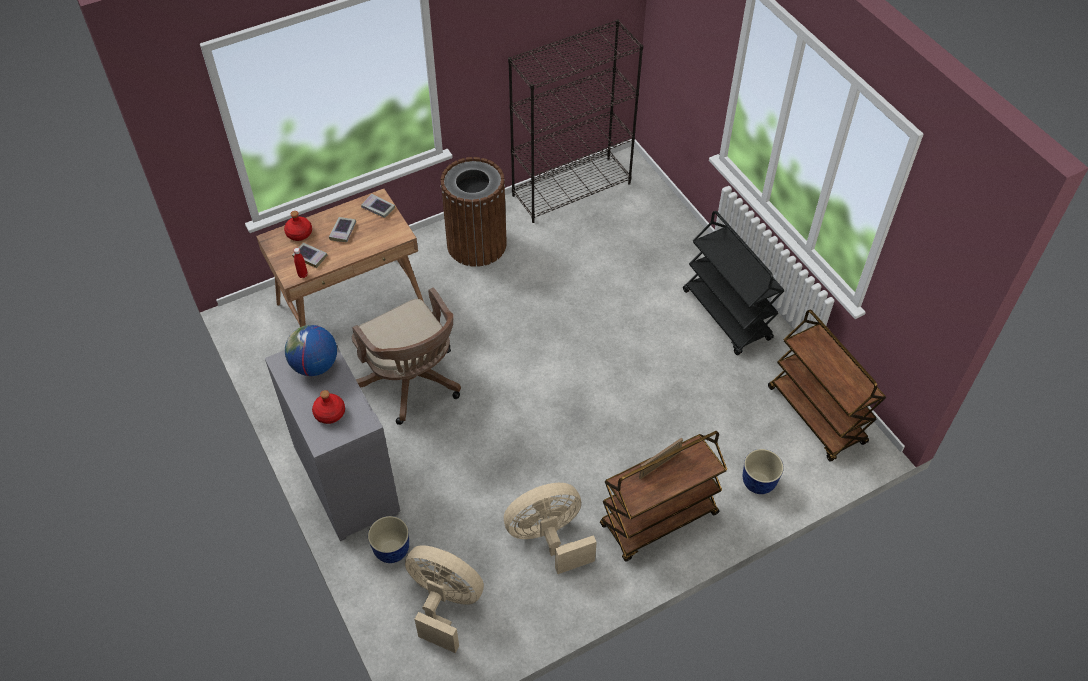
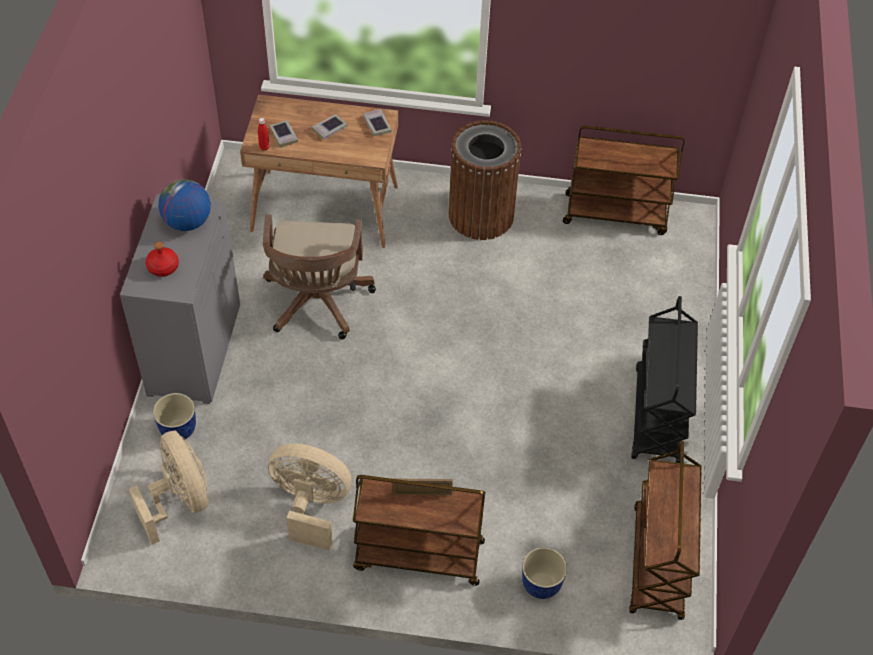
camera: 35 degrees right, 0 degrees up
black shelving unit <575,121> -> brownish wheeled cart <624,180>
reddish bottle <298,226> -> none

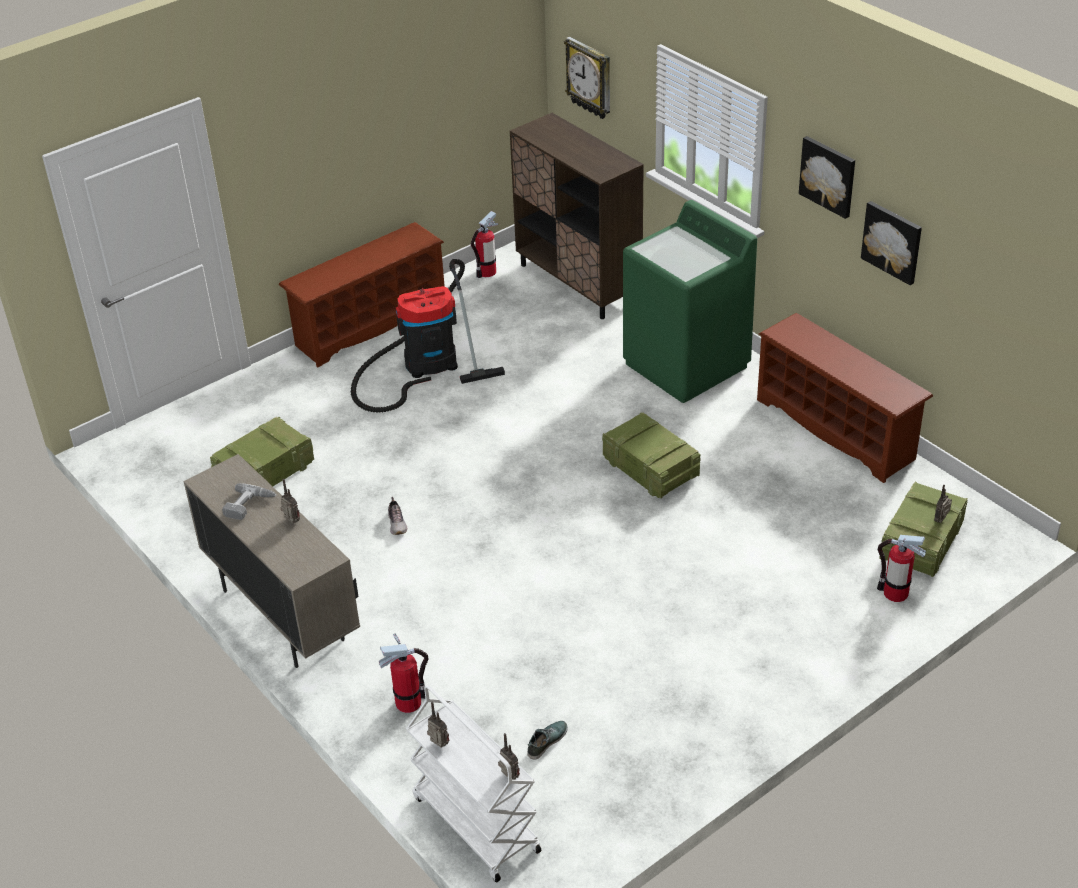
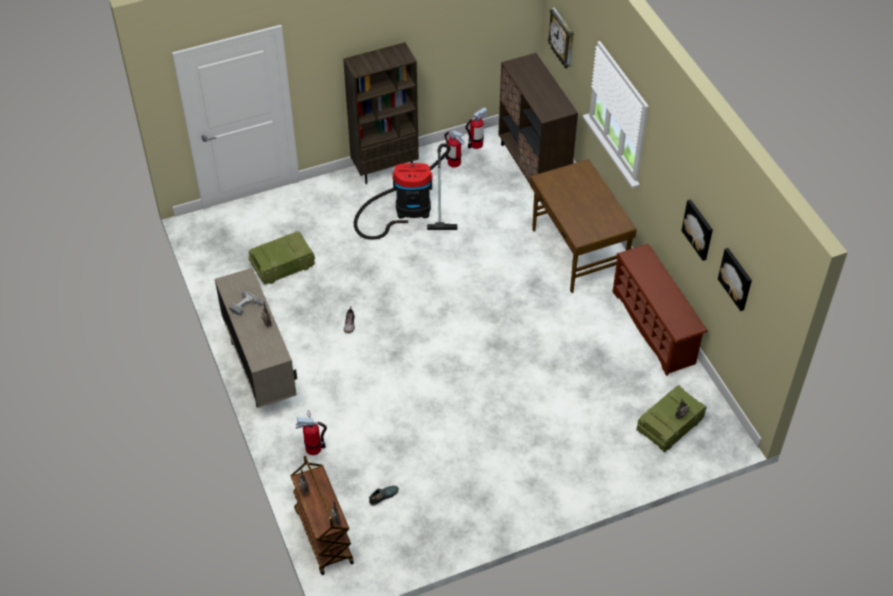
camera: 15 degrees right, 10 degrees up
white wheeled cart <474,783> -> brownish wheeled cart <322,515>
brownish shoe rack <362,294> -> brownish shelving unit <381,113>
fire extinguisher <901,568> -> fire extinguisher <454,149>, relocated
green laundry appliance <690,301> -> brownish desk table <583,226>
wall picture <827,177> -> wall picture <735,279>, relocated
shipping crate <651,455> -> none

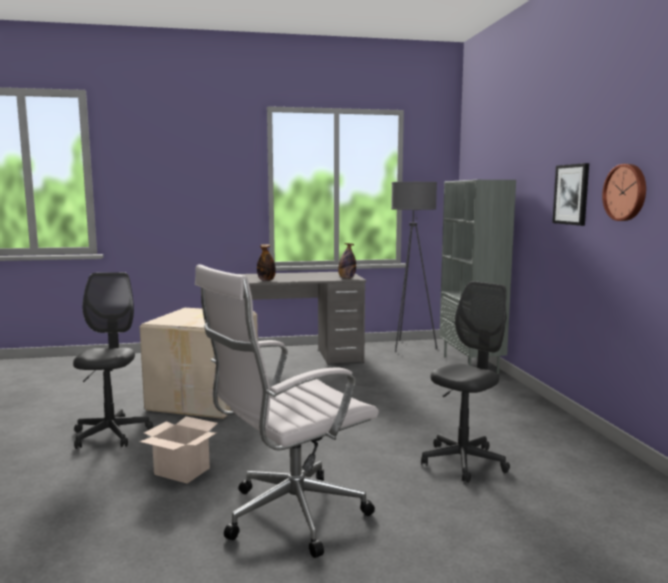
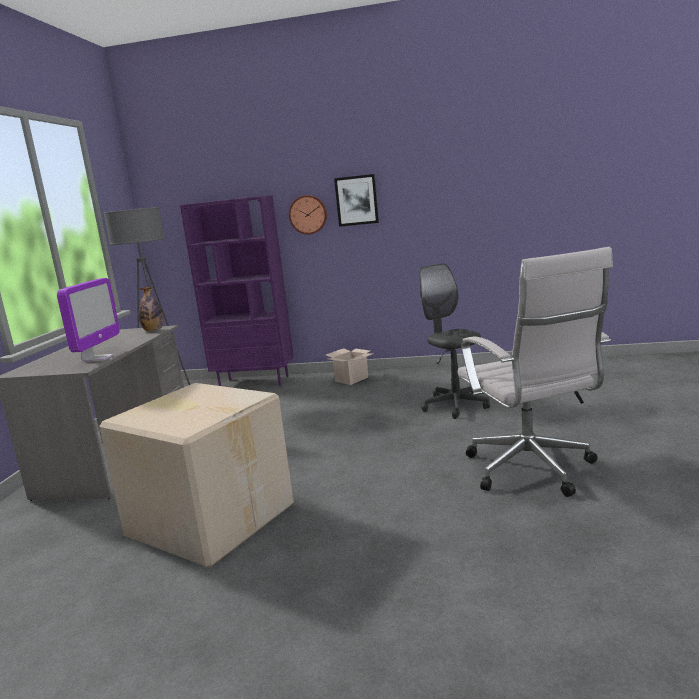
camera: 70 degrees left, 5 degrees up
bottle <266,262> -> monitor <88,320>
gray shelving unit <477,277> -> purple-coloured shelving unit <237,290>
hanging clock <624,192> -> hanging clock <308,215>, relocated
cardboard box <178,449> -> cardboard box <349,366>, relocated
gray desk chair <113,360> -> none

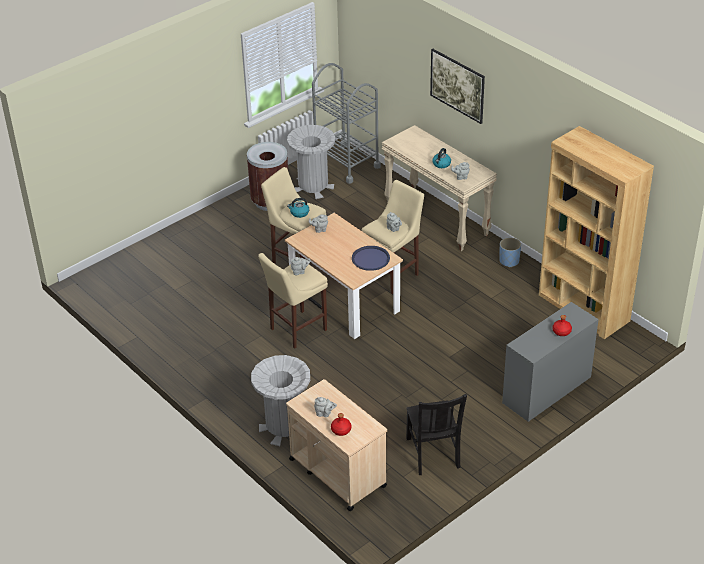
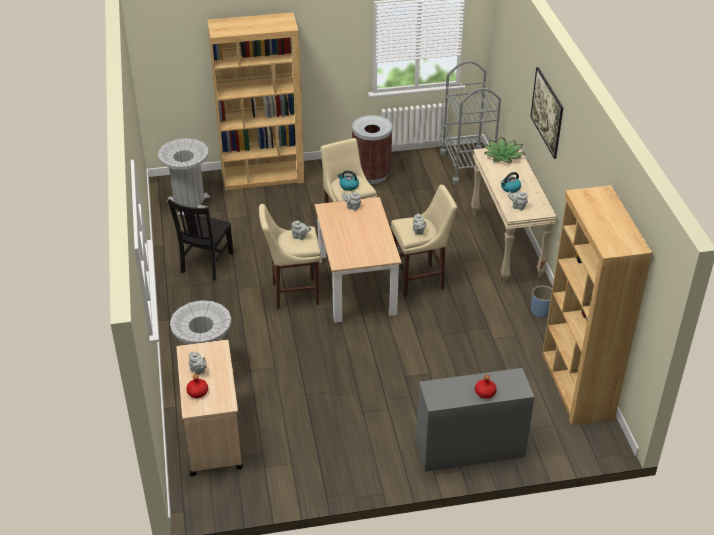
camera: 30 degrees right, 0 degrees up
gray waste bin <311,162> -> gray waste bin <184,176>, relocated
black plain chair <436,434> -> black plain chair <200,239>, relocated
none -> brownish shelving unit <255,101>
none -> houseplant <504,150>
bluish tray <371,258> -> none

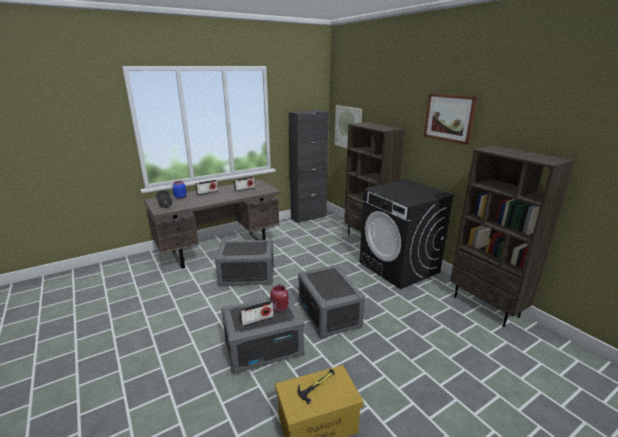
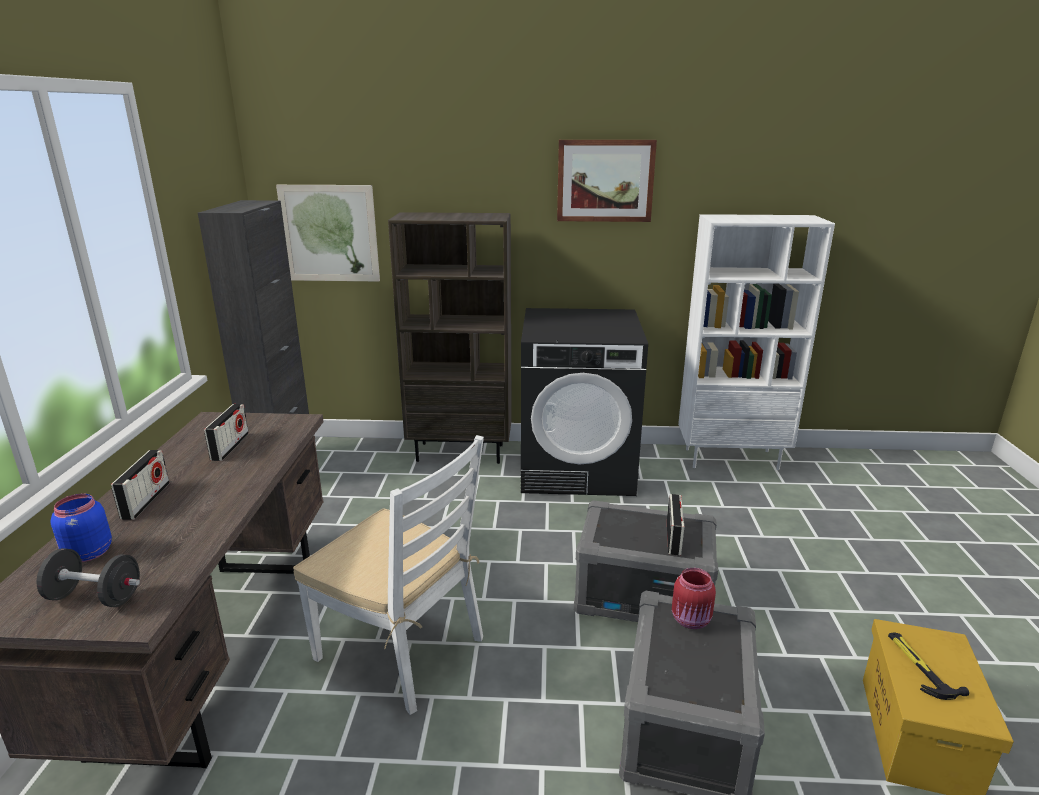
camera: 55 degrees left, 0 degrees up
gray storage container <244,262> -> white plain chair <388,575>
radio receiver <256,313> -> radio receiver <675,524>, relocated
brownish shelving unit <512,236> -> white shelving unit <756,342>

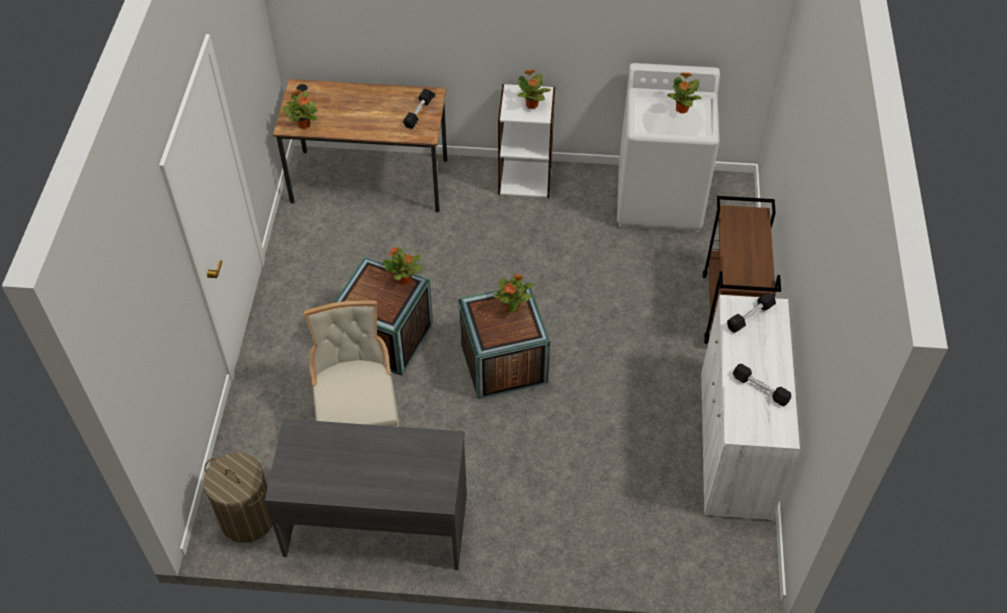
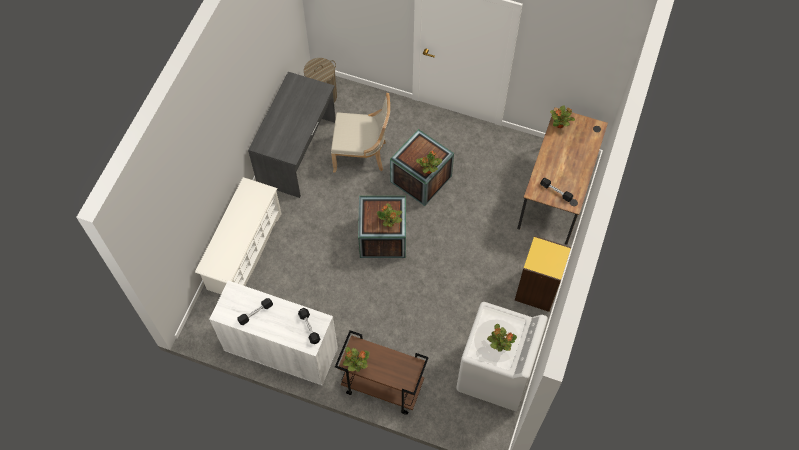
camera: 105 degrees right, 10 degrees up
none -> white shoe rack <238,235>
houseplant <534,89> -> houseplant <356,359>, relocated
white shelving unit <526,141> -> yellow-coloured shelving unit <543,274>

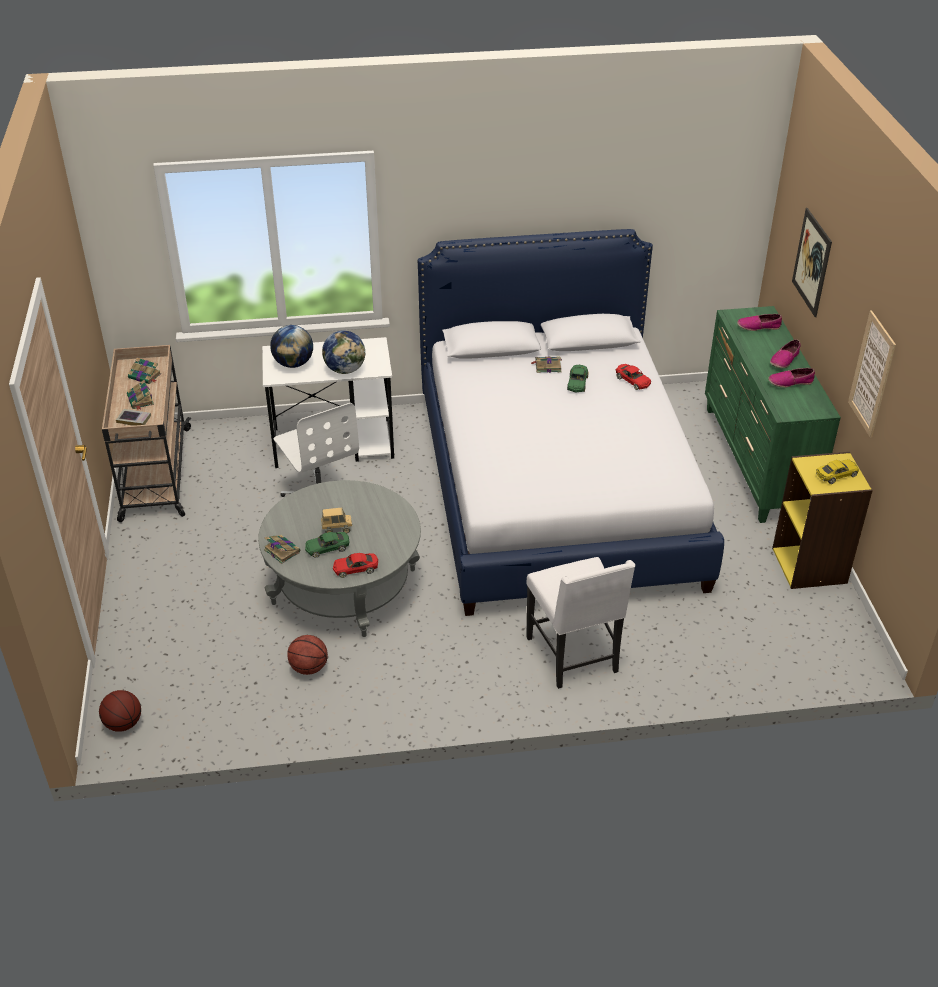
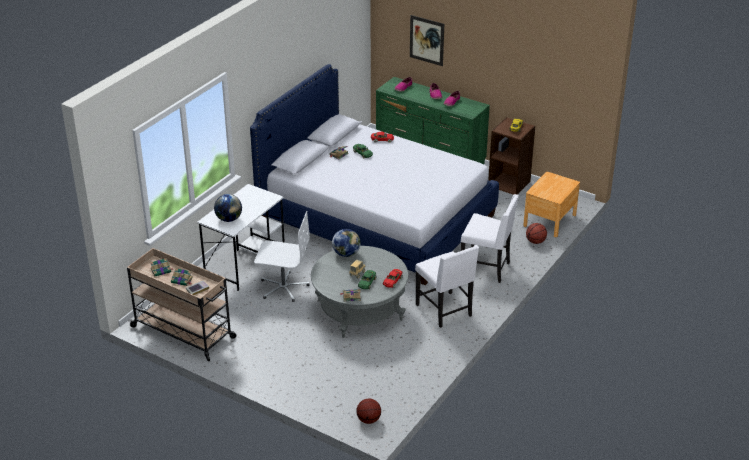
camera: 50 degrees left, 5 degrees down
world globe <343,352> -> world globe <346,243>, relocated
none -> white plain chair <447,286>
yellow-coloured shelving unit <822,520> -> brownish shelving unit <511,156>
none -> brownish bedside table <551,204>
basketball <307,655> -> basketball <536,233>, relocated
wall picture <872,374> -> none

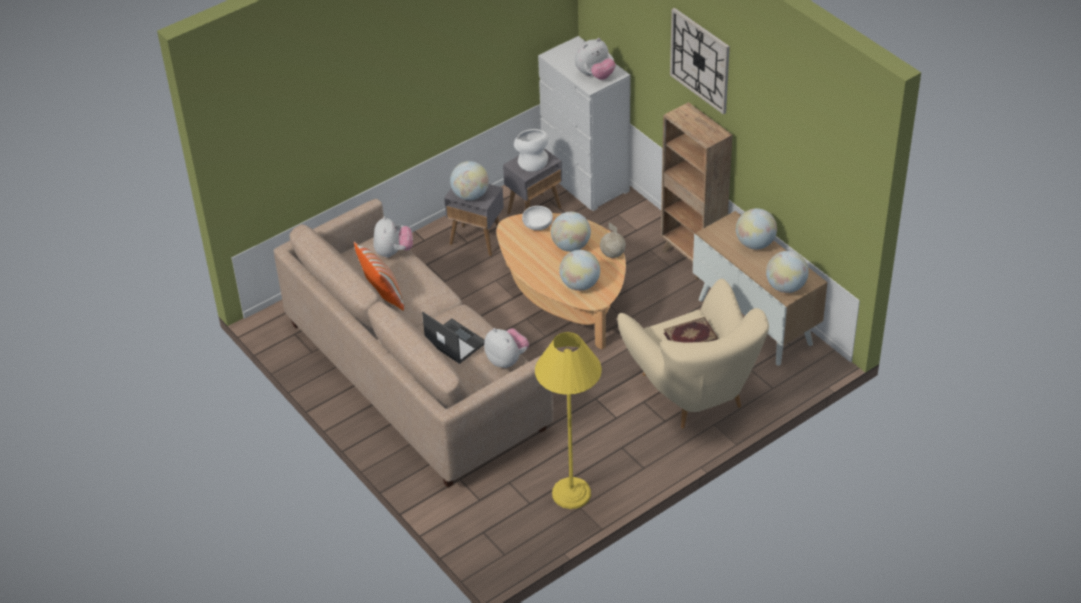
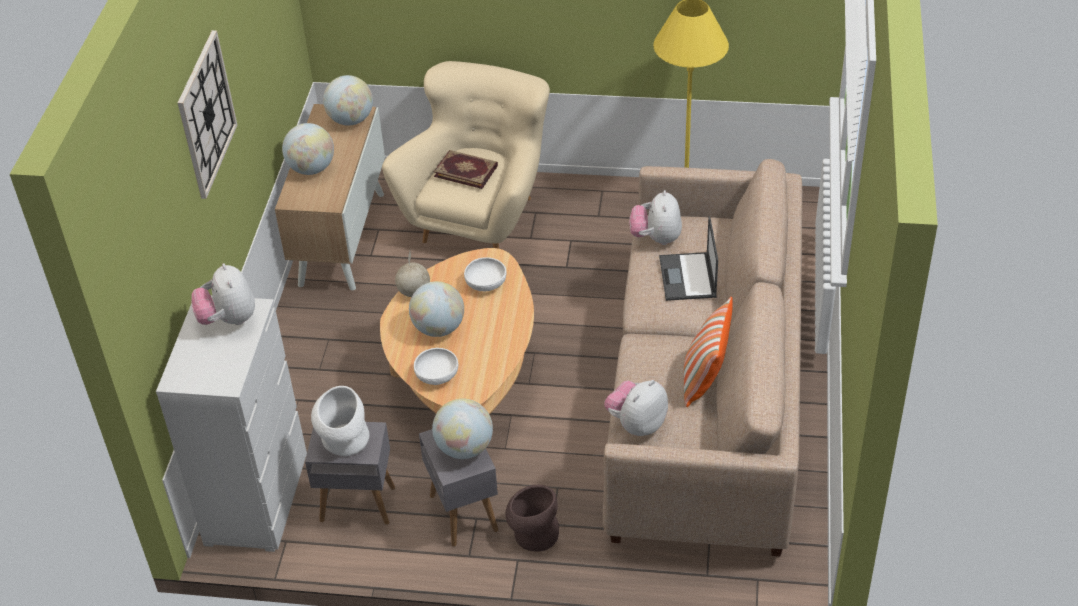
camera: 135 degrees left, 0 degrees up
plush toy <595,59> -> plush toy <223,294>, 120 degrees counterclockwise
world globe <579,270> -> white bowl <485,274>
none -> brownish flower vase <532,518>
brownish shelving unit <697,191> -> none

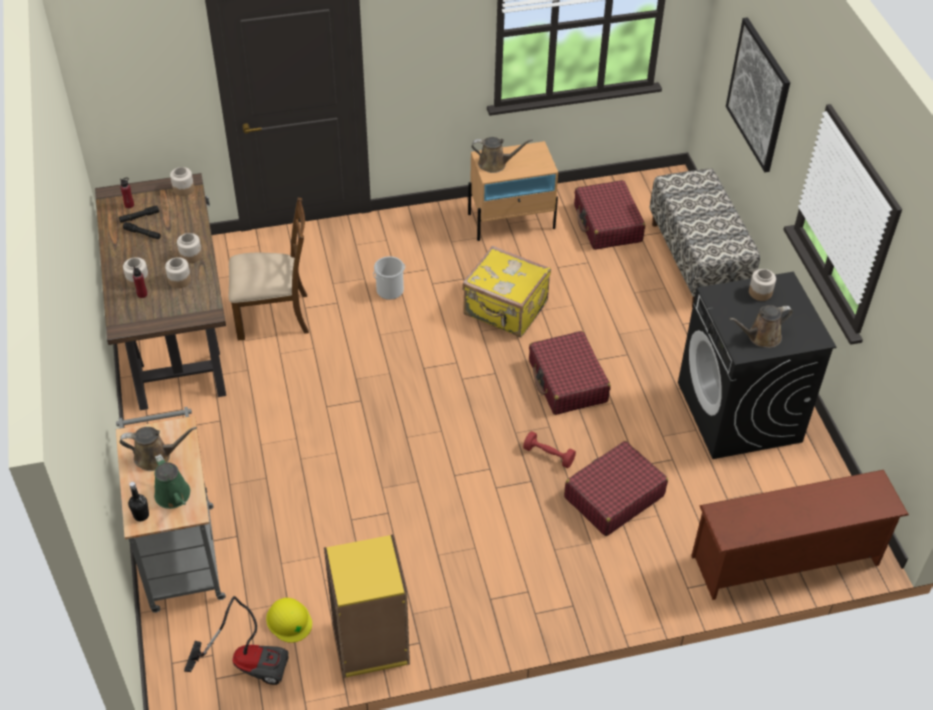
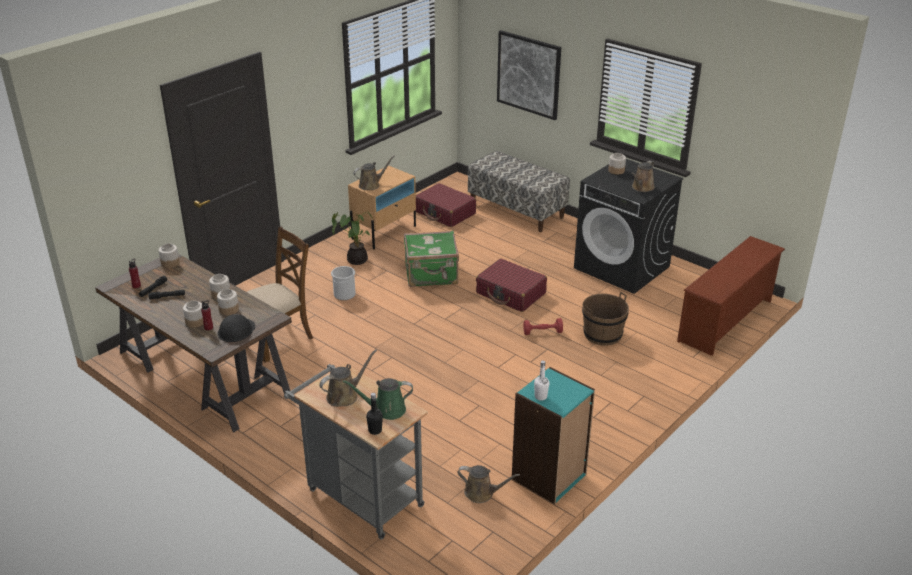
camera: 35 degrees left, 15 degrees down
none -> black safety helmet <236,328>
none -> houseplant <352,238>
green sprinkling can <172,481> -> green sprinkling can <378,399>, 150 degrees clockwise
yellow-coloured travel case <506,291> -> green travel case <431,259>
yellow-coloured safety helmet <289,620> -> brownish sprinkling can <488,484>
yellow-coloured shelving unit <367,606> -> turquoise shelving unit <553,435>
none -> white bottle <541,381>
reddish travel case <616,488> -> brownish bucket <605,319>
hoover <236,640> -> none

